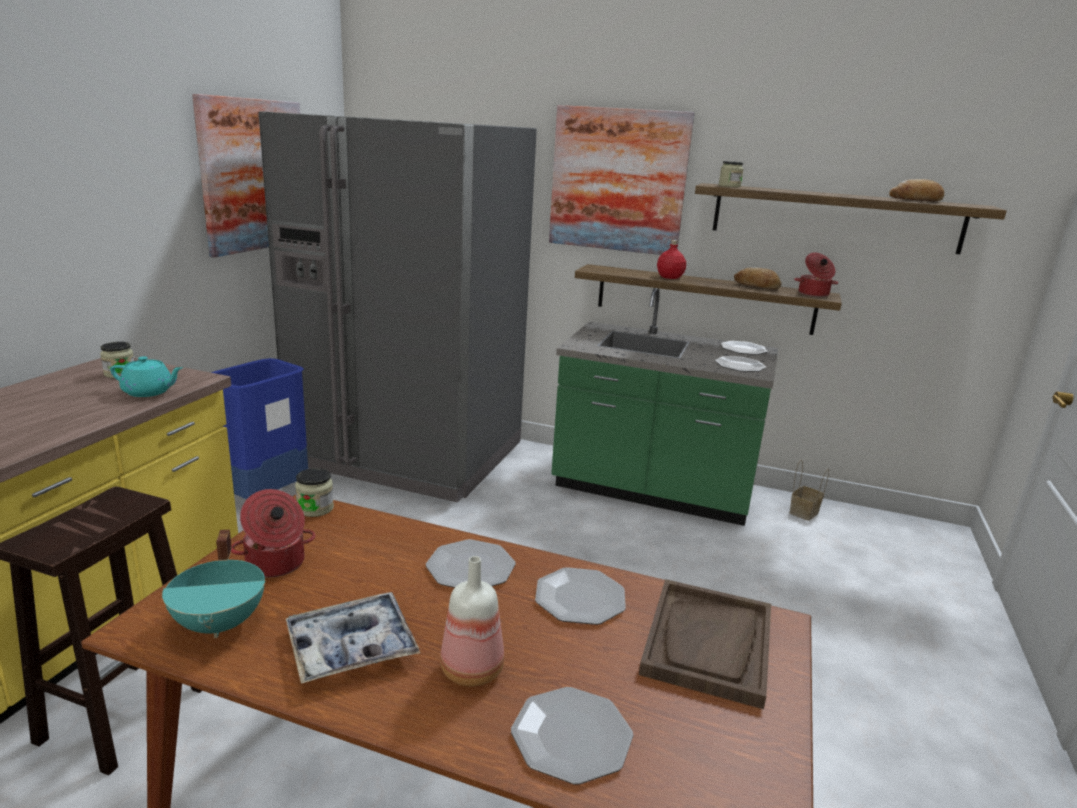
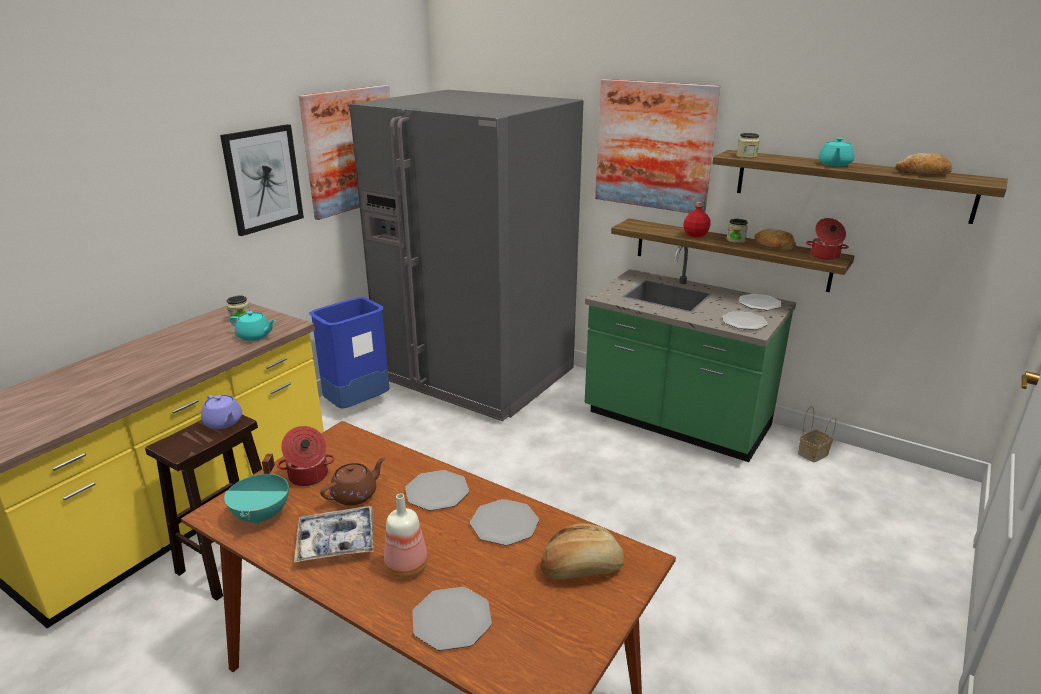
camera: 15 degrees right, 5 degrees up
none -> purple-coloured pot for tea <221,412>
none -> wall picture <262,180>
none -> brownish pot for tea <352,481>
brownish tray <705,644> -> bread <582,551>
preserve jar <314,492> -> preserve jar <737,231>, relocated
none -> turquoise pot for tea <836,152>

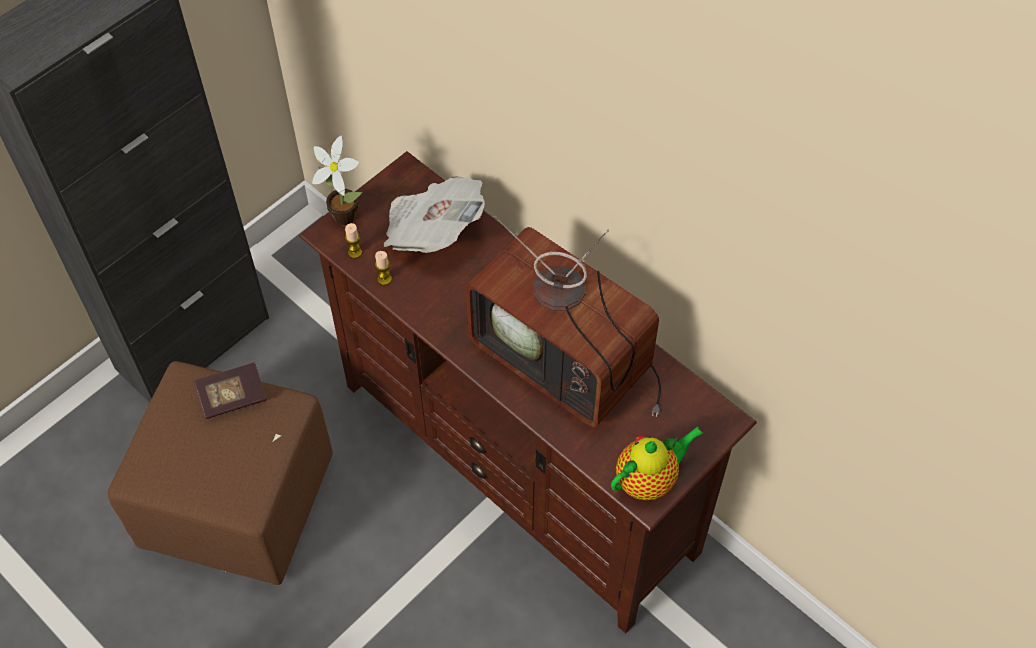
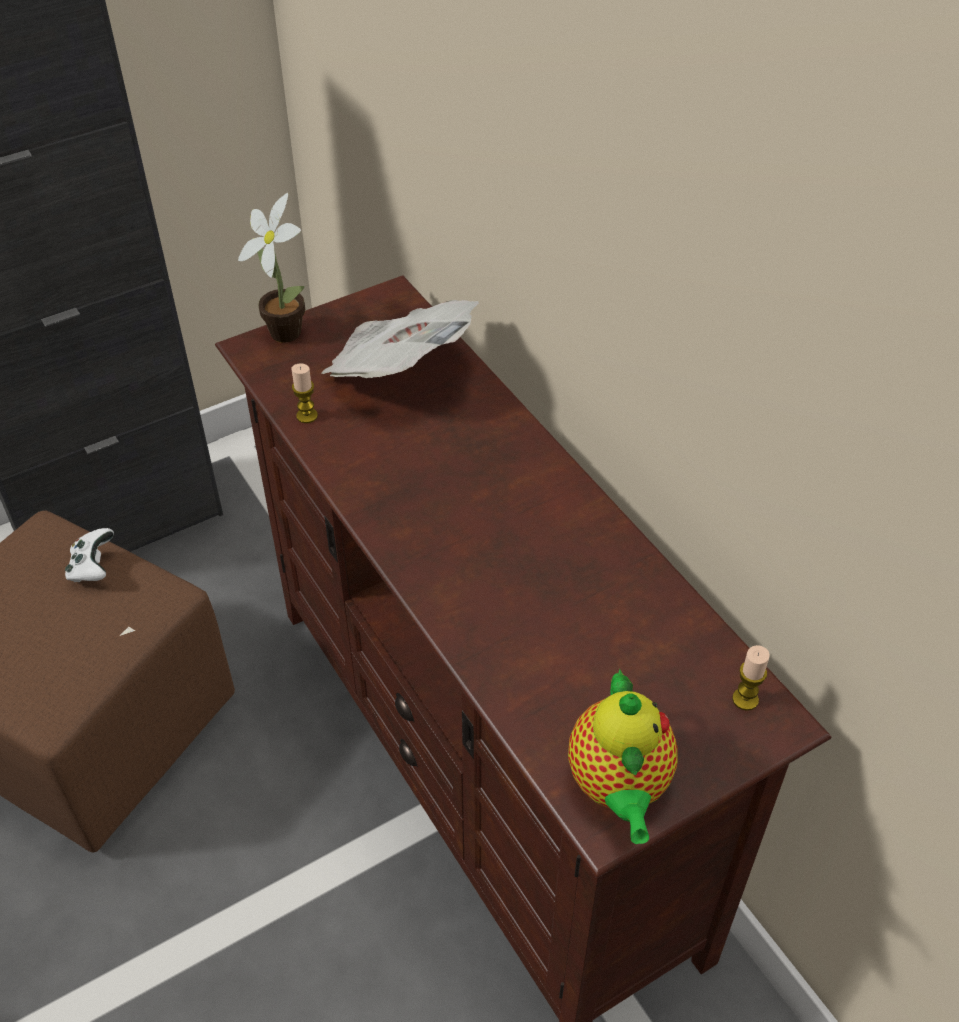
camera: 15 degrees right, 10 degrees down
book <230,390> -> white game controller <89,555>
pot for tea <657,463> -> pot for tea <622,756>, 105 degrees clockwise
candle <353,240> -> candle <751,678>, relocated
TV <563,321> -> none

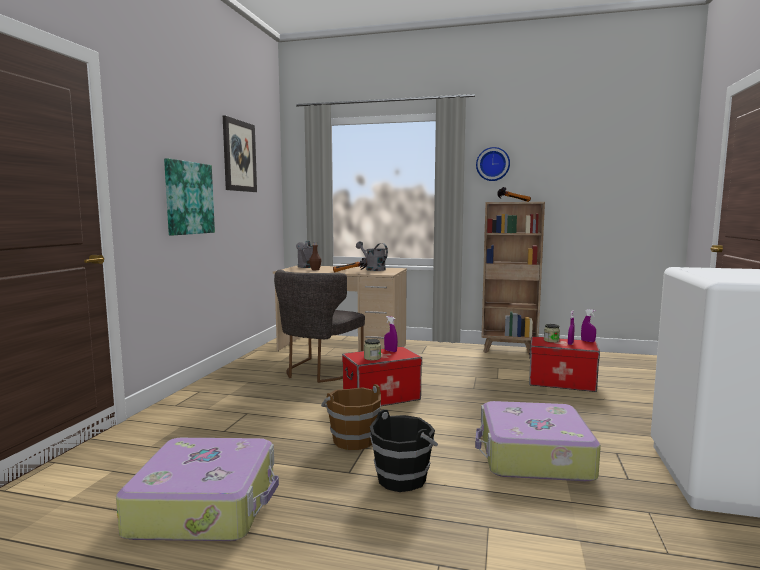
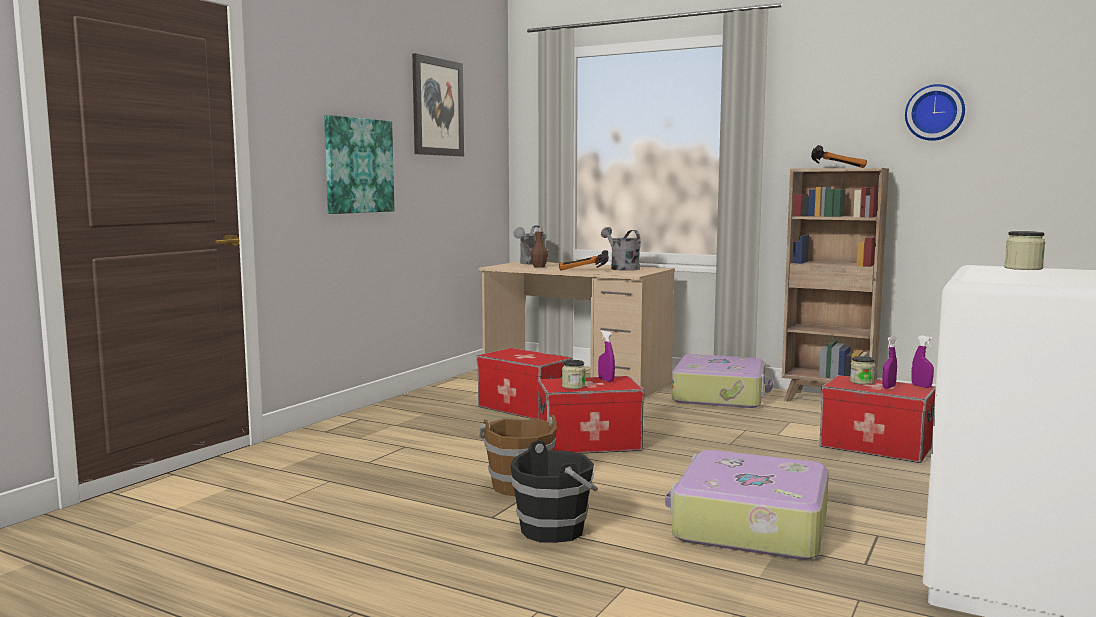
camera: 15 degrees right, 0 degrees up
gray plain chair <319,326> -> storage container <525,383>
travel case <197,489> -> travel case <723,381>, relocated
hanging clock <493,164> -> hanging clock <935,112>, relocated
none -> preserve jar <1024,250>

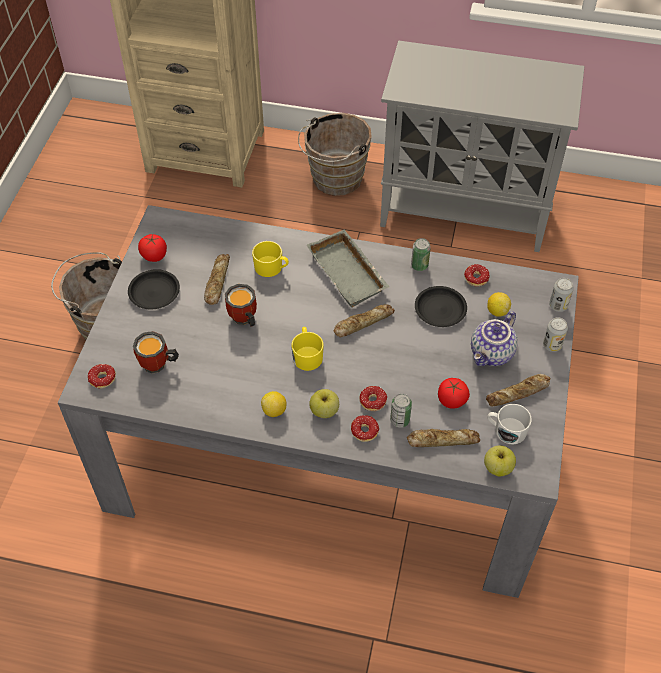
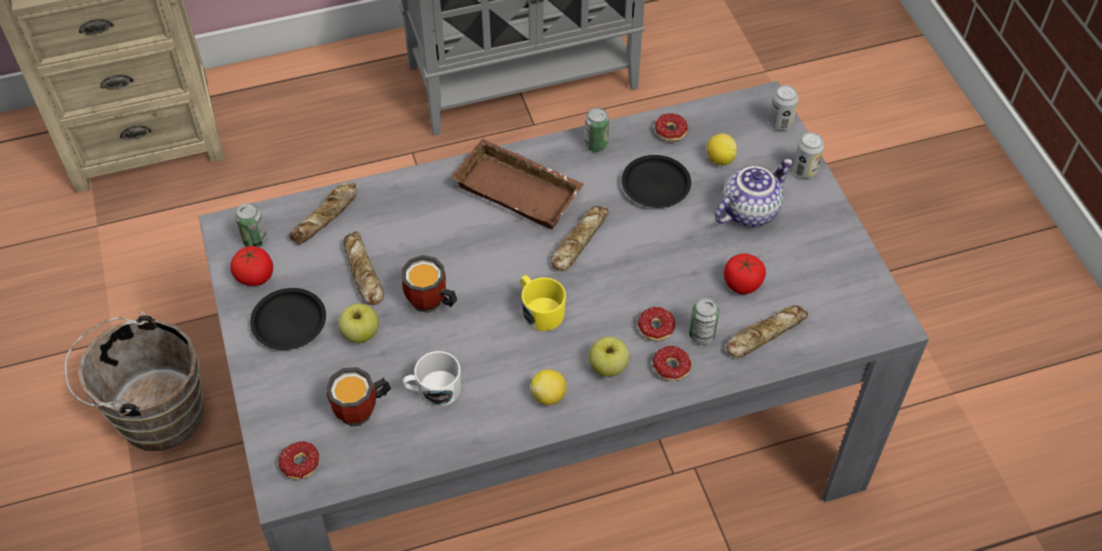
camera: 30 degrees left, 0 degrees up
none -> sealed can <251,225>
bread <518,390> -> bread <323,213>, relocated
apple <500,461> -> apple <358,323>, relocated
white tea mug <510,424> -> white tea mug <432,379>, relocated
gray tray <348,268> -> brownish tray <517,183>
pot for tea <494,338> -> pot for tea <754,193>, 135 degrees counterclockwise
yellow-coloured tea mug <270,259> -> none
brownish bucket <335,154> -> none

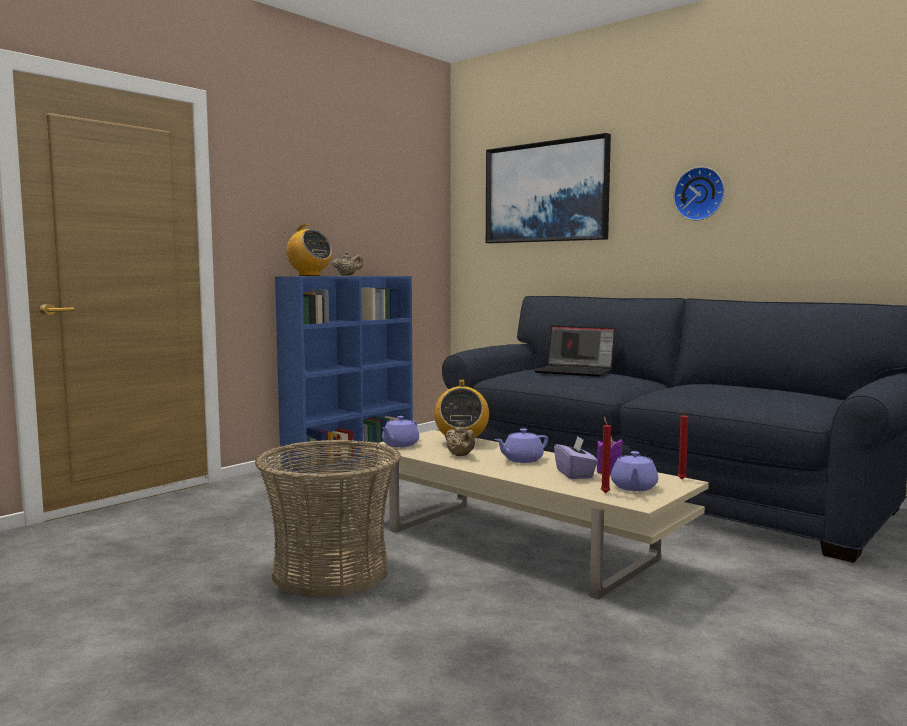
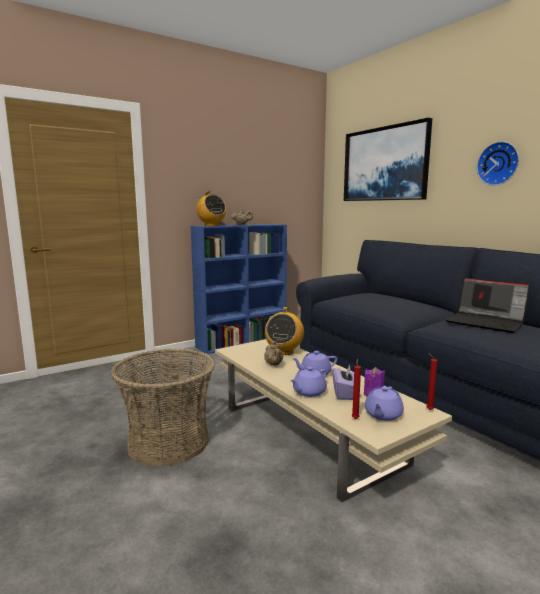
camera: 15 degrees right, 5 degrees up
purple-coloured pot for tea <400,431> -> purple-coloured pot for tea <308,382>, relocated
notebook computer <574,351> -> notebook computer <488,305>, relocated

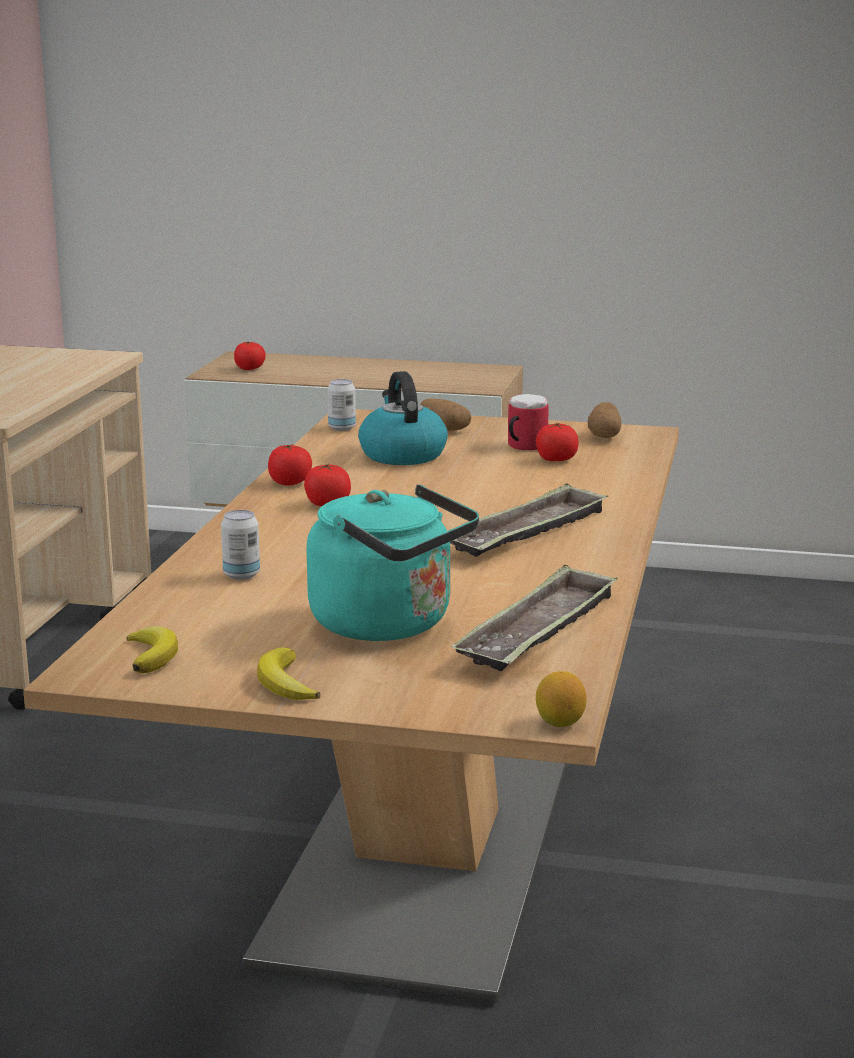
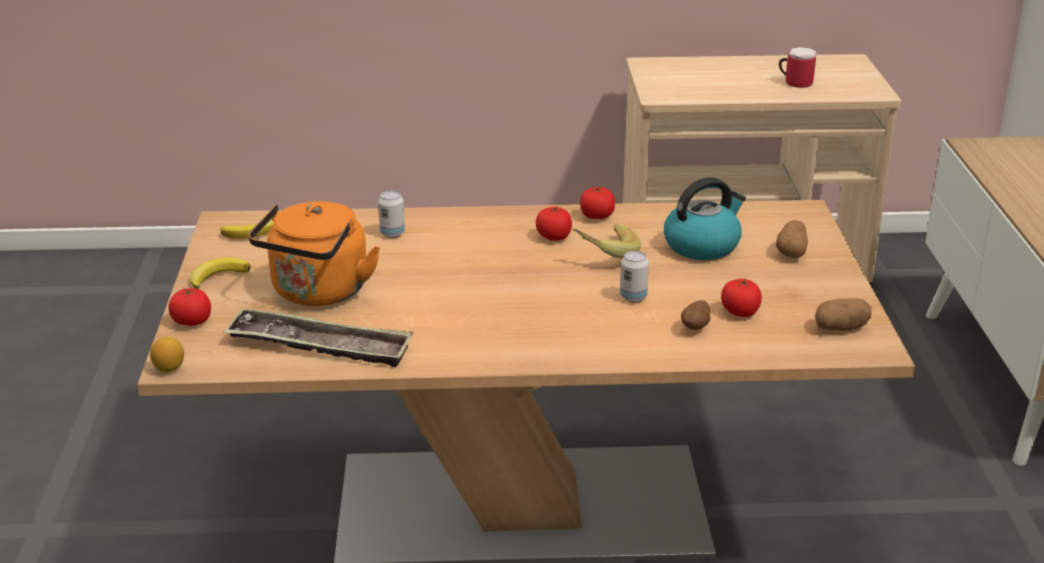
camera: 75 degrees right, 10 degrees up
fresh tomato <250,356> -> fresh tomato <190,307>, relocated
turquoise water kettle <392,562> -> orange water kettle <314,253>
none -> banana fruit <607,242>
sealed can <341,405> -> sealed can <634,276>, relocated
none -> whole potato <695,315>
tea mug <528,422> -> tea mug <798,67>, relocated
tray <529,520> -> none

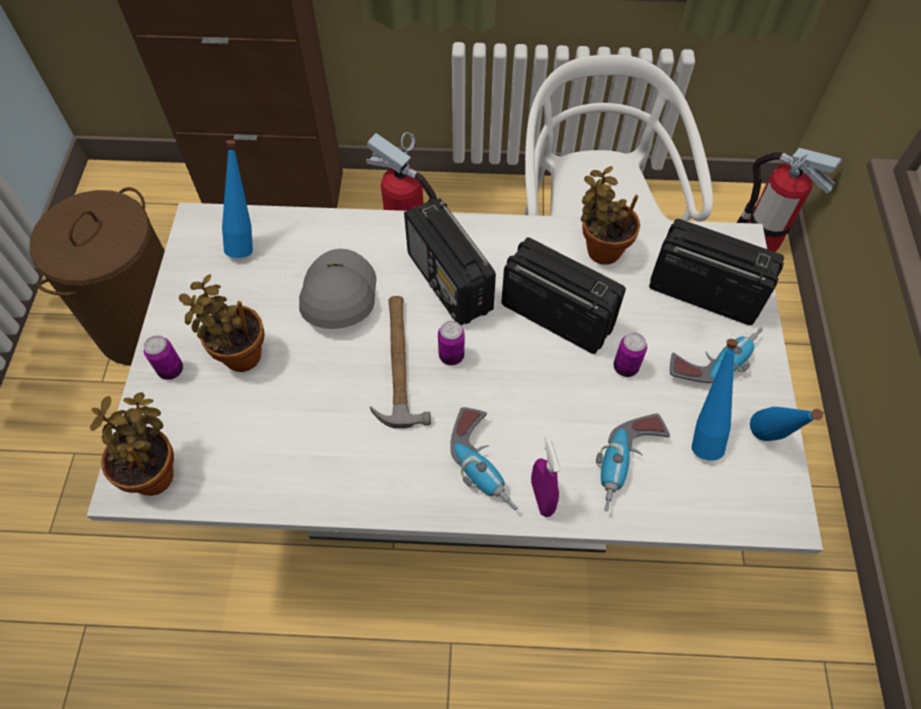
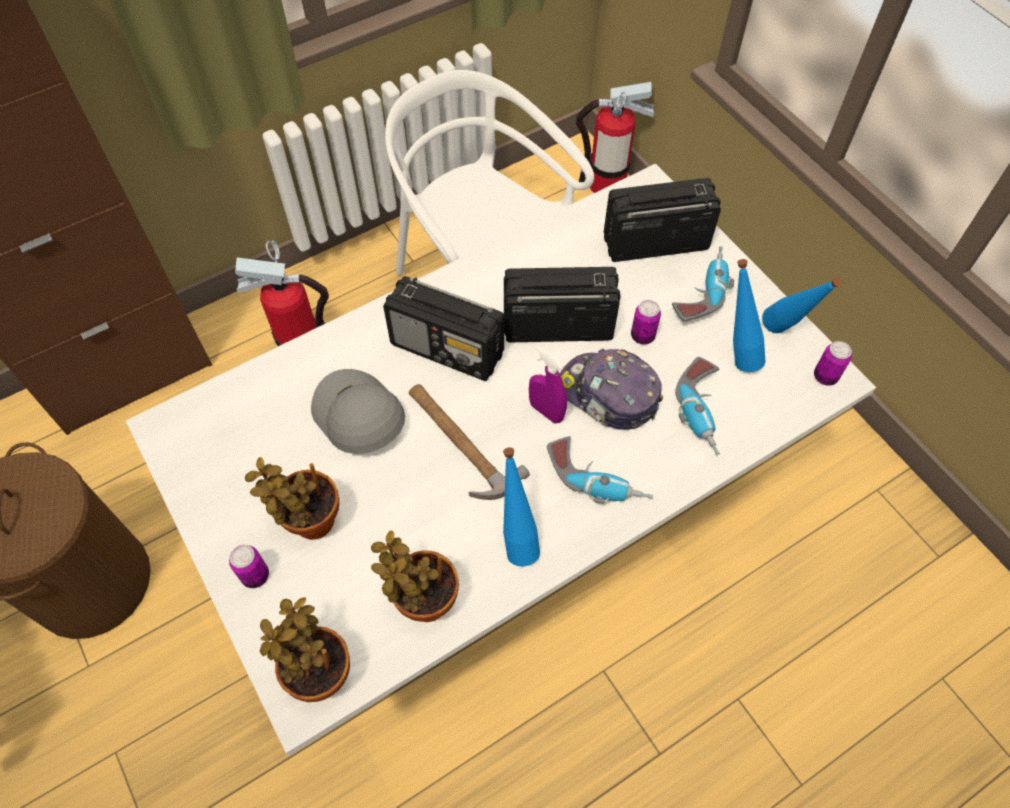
camera: 35 degrees left, 0 degrees up
houseplant <610,215> -> houseplant <415,576>, relocated
bluish bottle <237,199> -> bluish bottle <521,506>, relocated
purple-coloured sprayer <545,476> -> purple-coloured sprayer <548,384>, relocated
none -> peaked cap <611,389>
sealed can <451,343> -> sealed can <833,363>, relocated

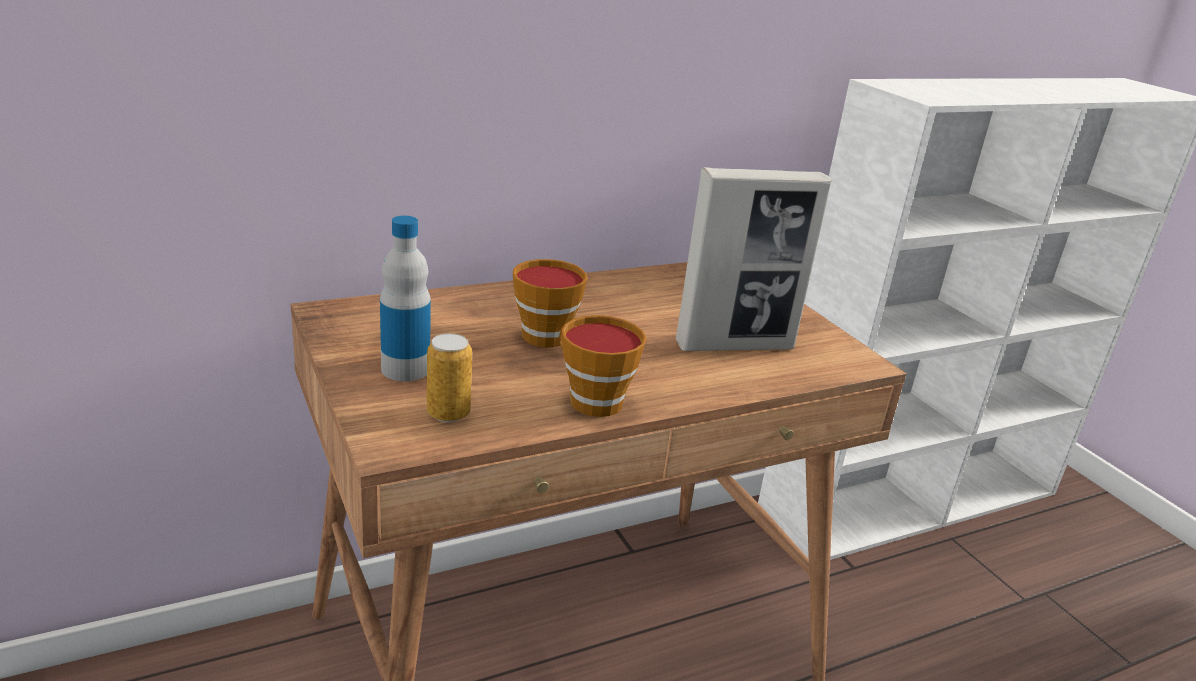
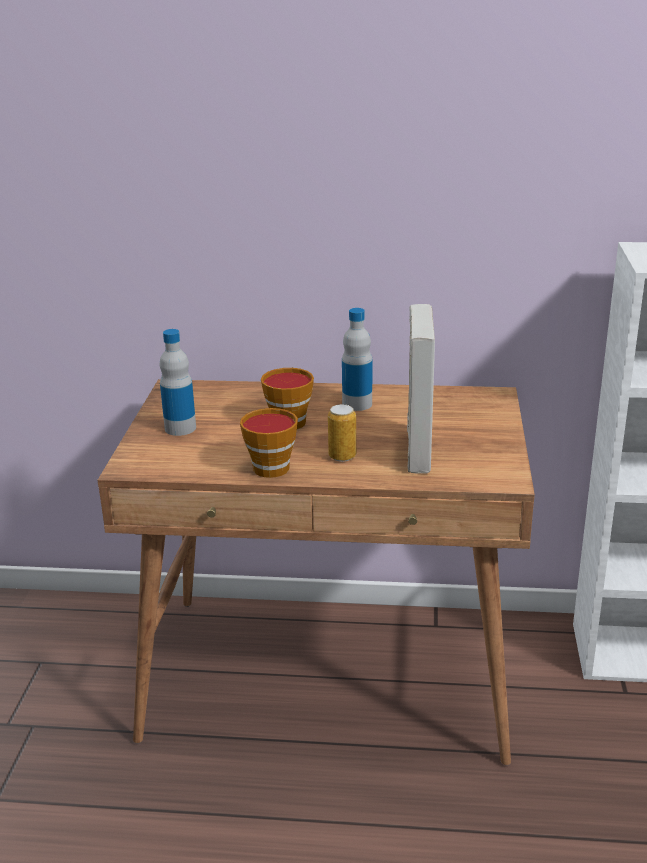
camera: 35 degrees right, 0 degrees up
sealed can <449,377> -> sealed can <342,433>, relocated
none -> bottle <357,359>
standing frame <754,259> -> standing frame <421,389>, 105 degrees counterclockwise

